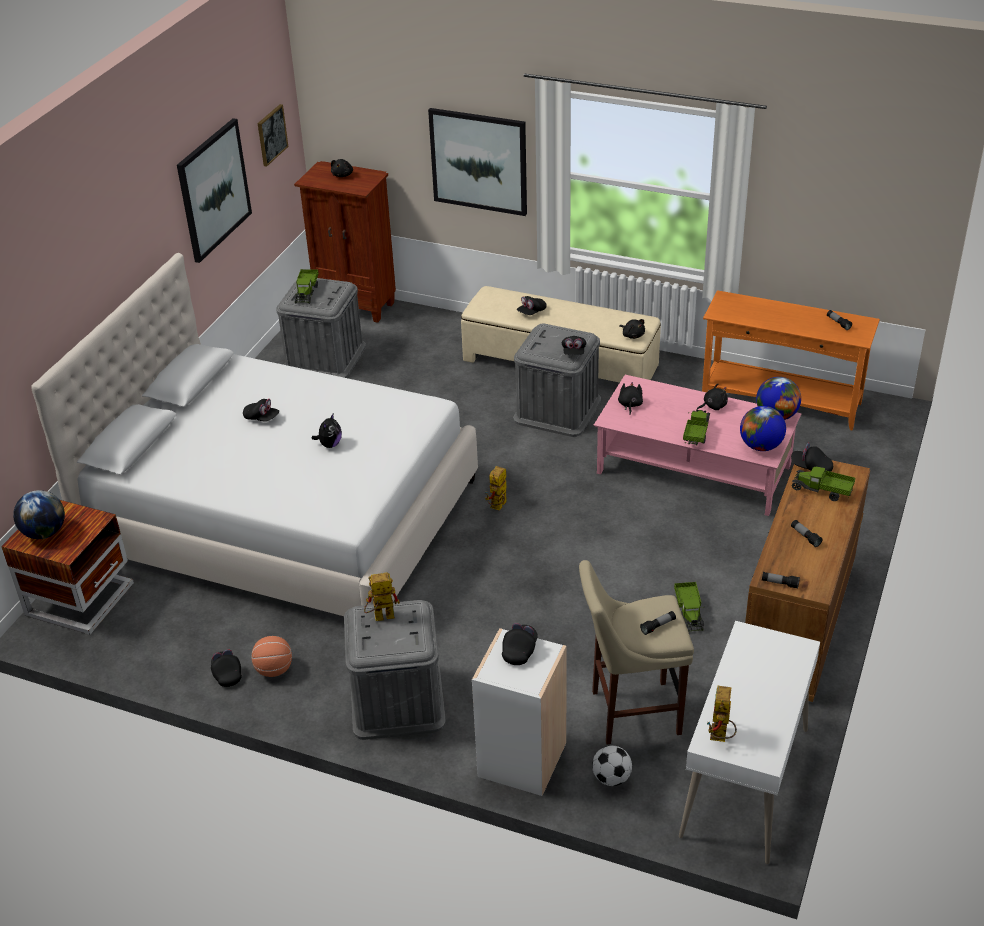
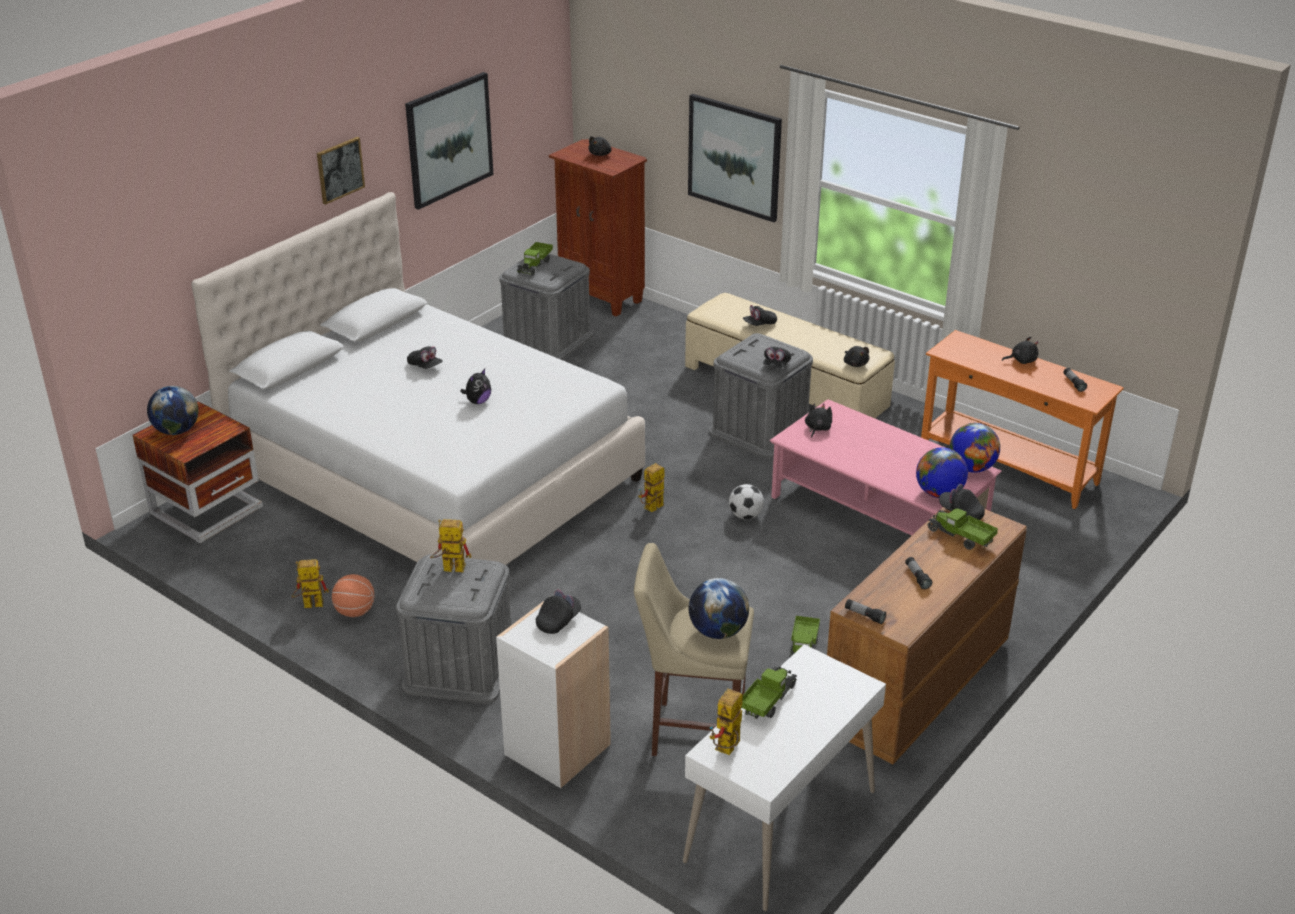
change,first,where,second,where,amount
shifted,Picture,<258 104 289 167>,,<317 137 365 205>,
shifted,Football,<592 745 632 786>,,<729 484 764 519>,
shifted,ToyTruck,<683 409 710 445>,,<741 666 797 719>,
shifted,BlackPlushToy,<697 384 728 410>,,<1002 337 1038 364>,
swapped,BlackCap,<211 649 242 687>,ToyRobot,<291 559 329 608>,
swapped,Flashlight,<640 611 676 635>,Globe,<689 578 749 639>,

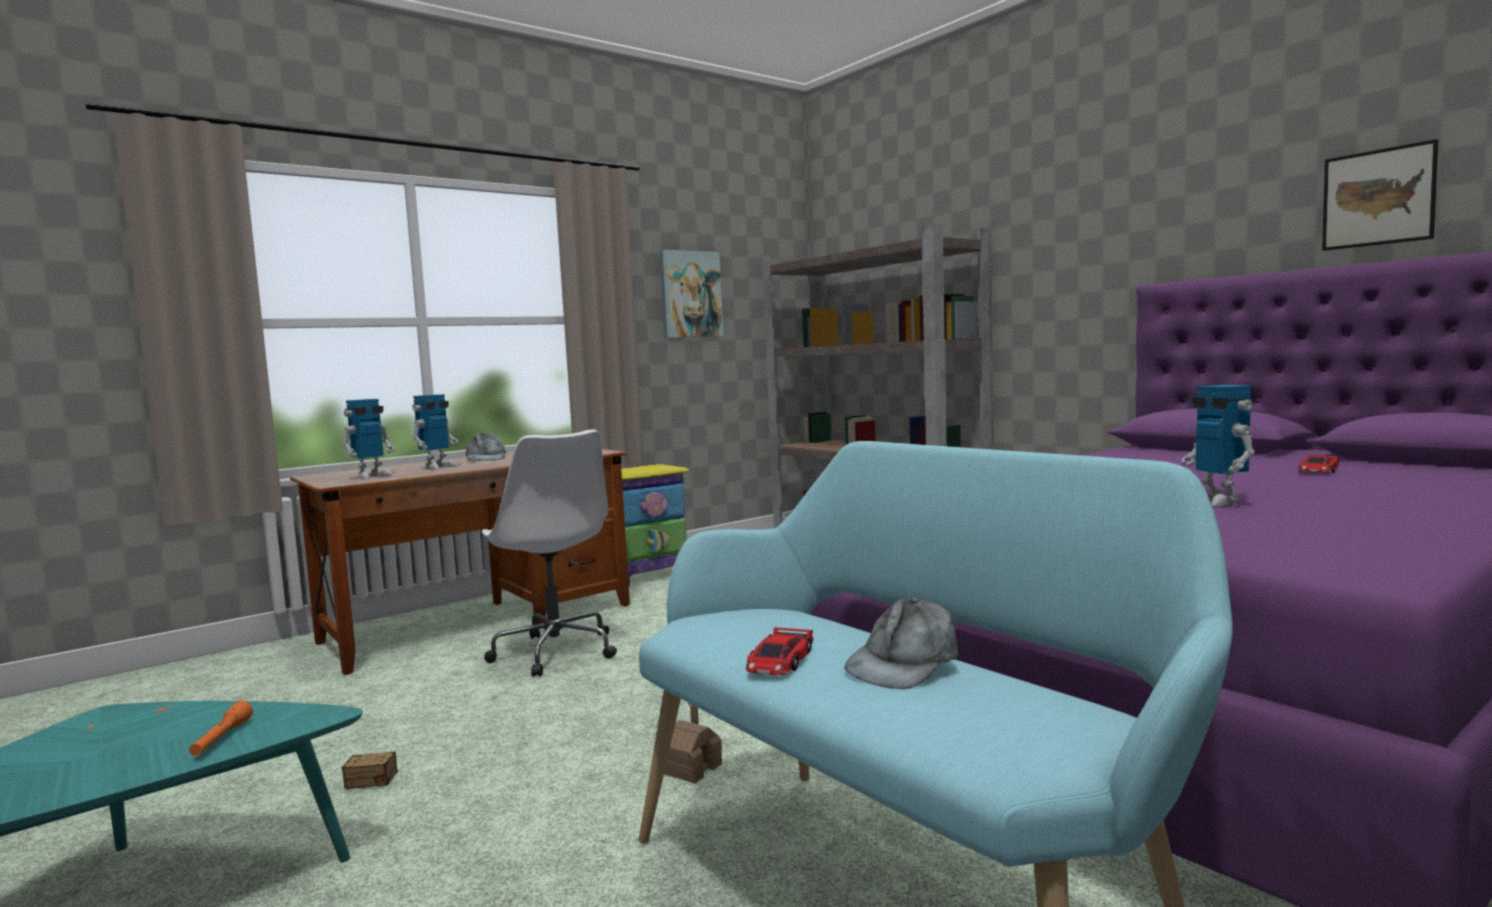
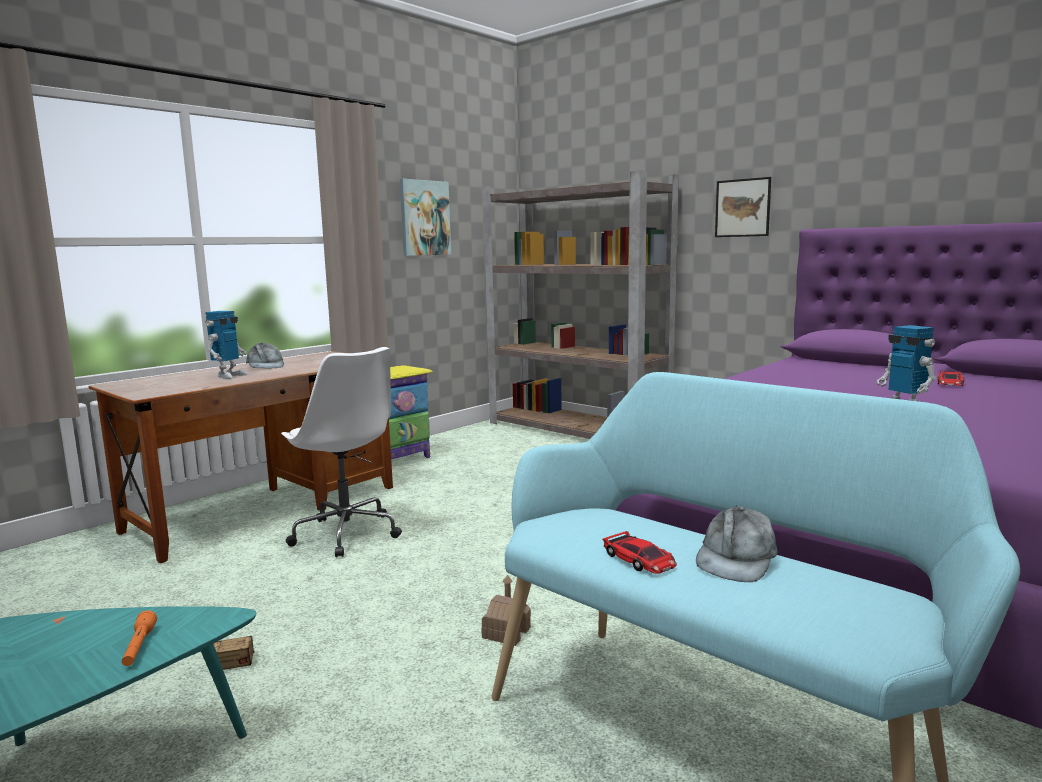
change,first,where,second,where,amount
gone,ToyRobot,<342 399 395 480>,,,
shifted,Picture,<1322 139 1438 251>,,<715 177 771 237>,
rotated,ToyCar,<746 627 814 675>,,<602 531 677 574>,45 degrees counterclockwise

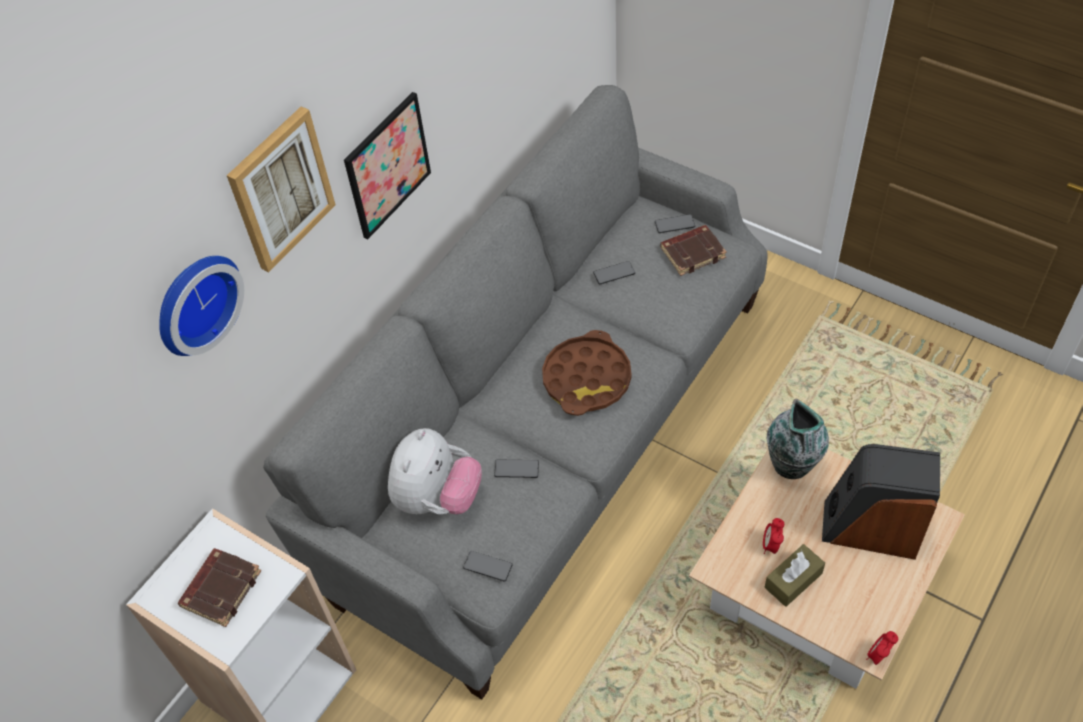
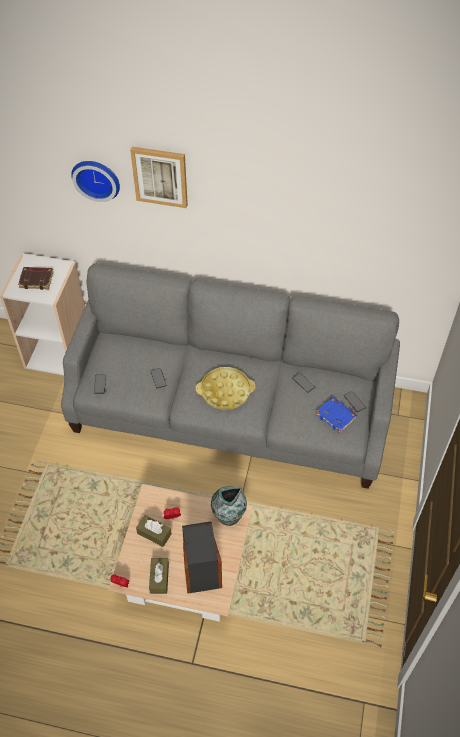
change,first,where,second,where,amount
gone,Picture,<344 92 431 239>,,,
gone,PlushToy,<388 428 482 514>,,,
new,,,BrownTissueBox,<149 558 169 594>,
repainted,BrownTray,<542 330 632 416>,YellowTray,<196 367 255 410>,
repainted,BrownBook,<660 225 727 276>,BlueBook,<316 397 357 433>,

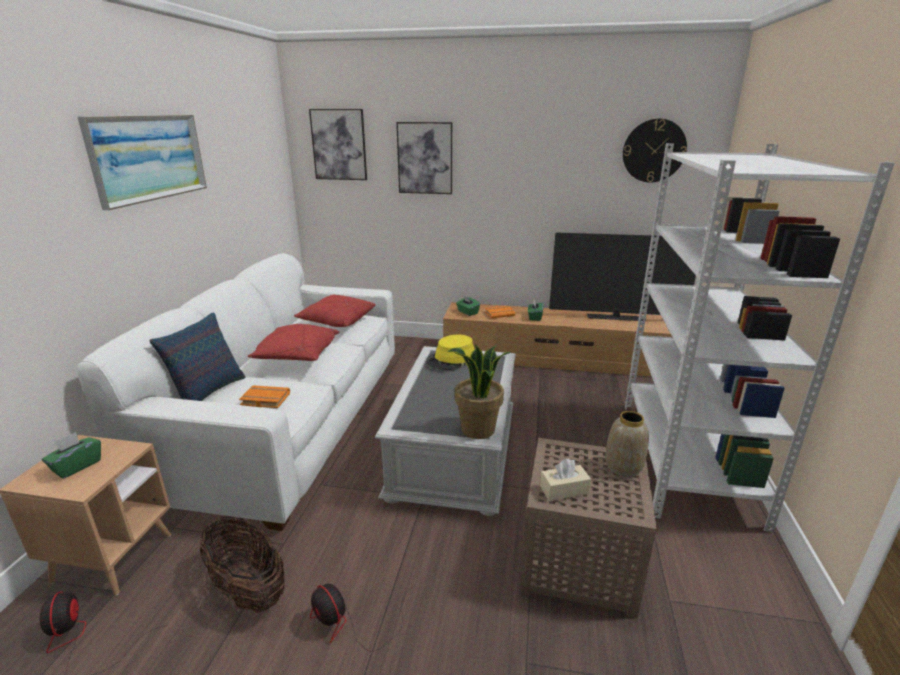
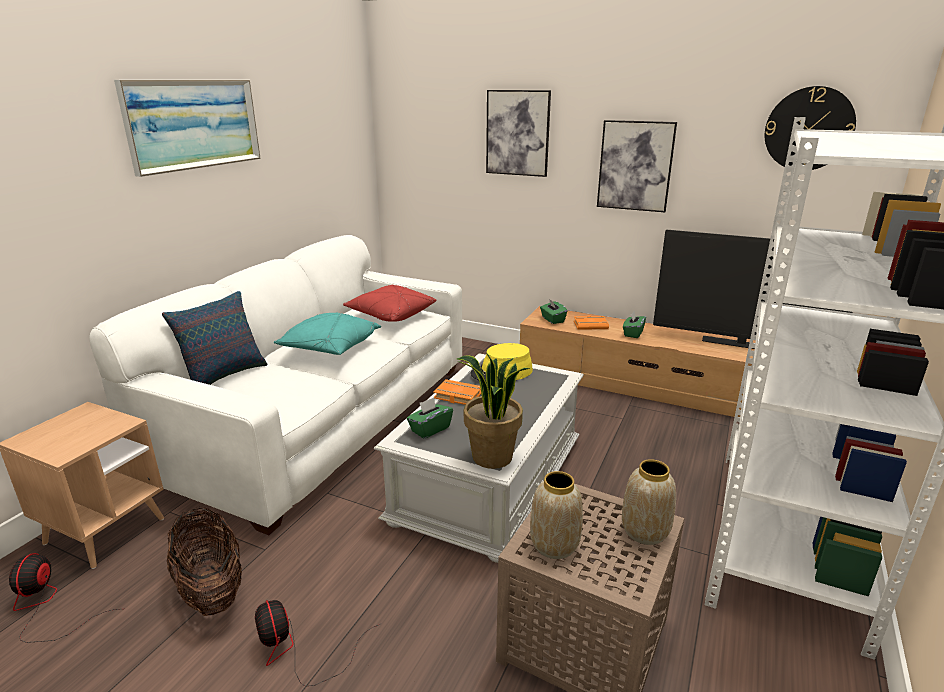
change,first,where,second,where,amount
shifted,GreenTissueBox,<42 432 101 479>,,<407 397 453 439>,
shifted,OrangeBook,<239 385 290 408>,,<433 379 481 405>,
shifted,Picture,<309 109 367 180>,,<597 120 677 212>,
swapped,BeigeTissueBox,<540 458 591 501>,Vase,<530 471 583 559>,
repainted,RedPillow,<248 324 340 361>,TurquoisePillow,<274 313 381 355>,

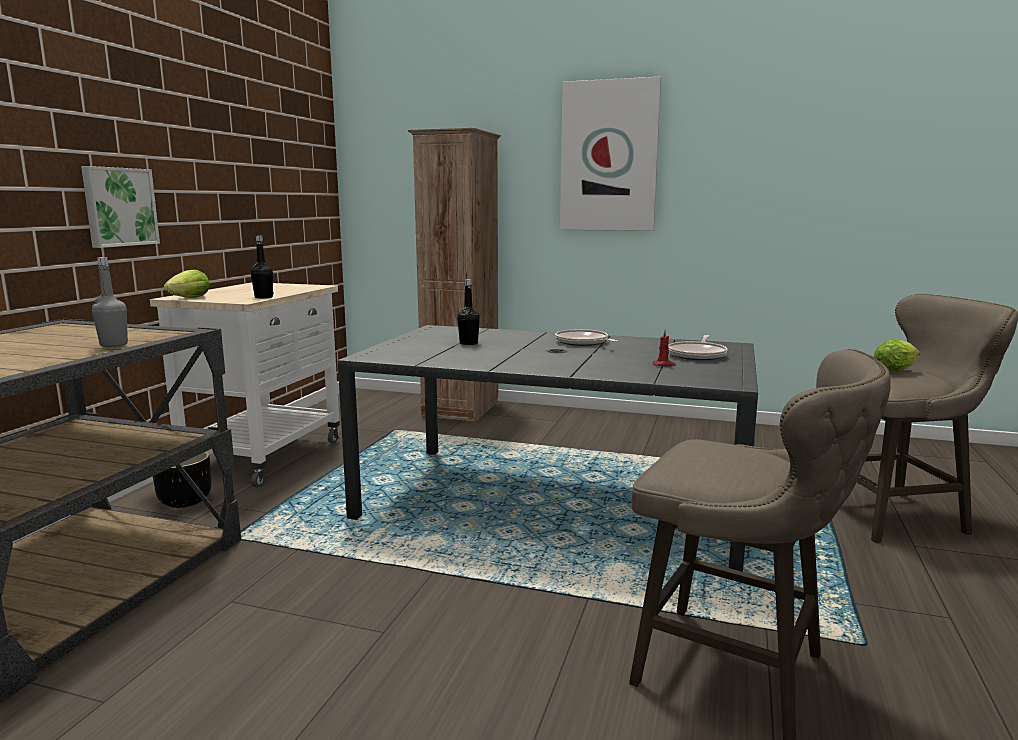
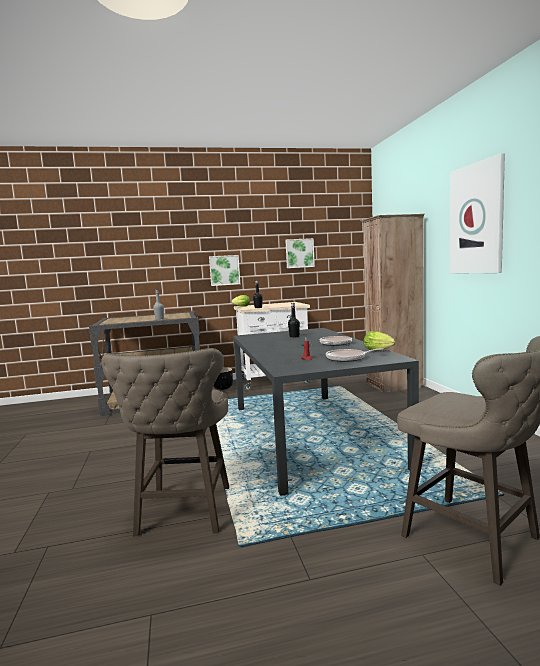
change,first,where,second,where,amount
new,,,Picture,<285 238 315 268>,
shifted,Lettuce,<874 340 920 371>,,<364 331 396 351>,

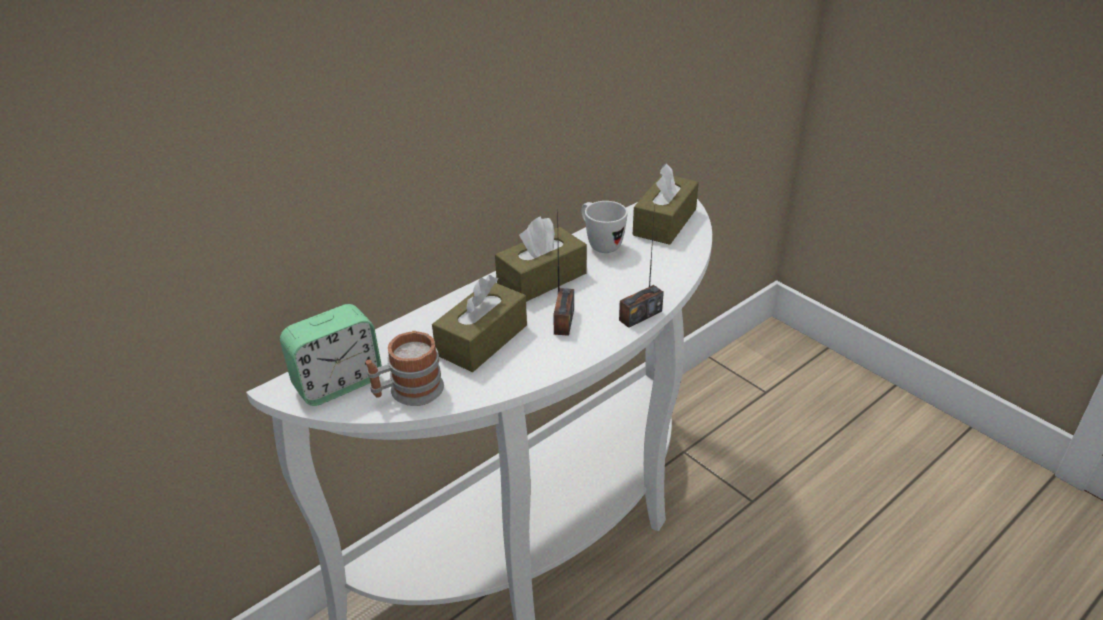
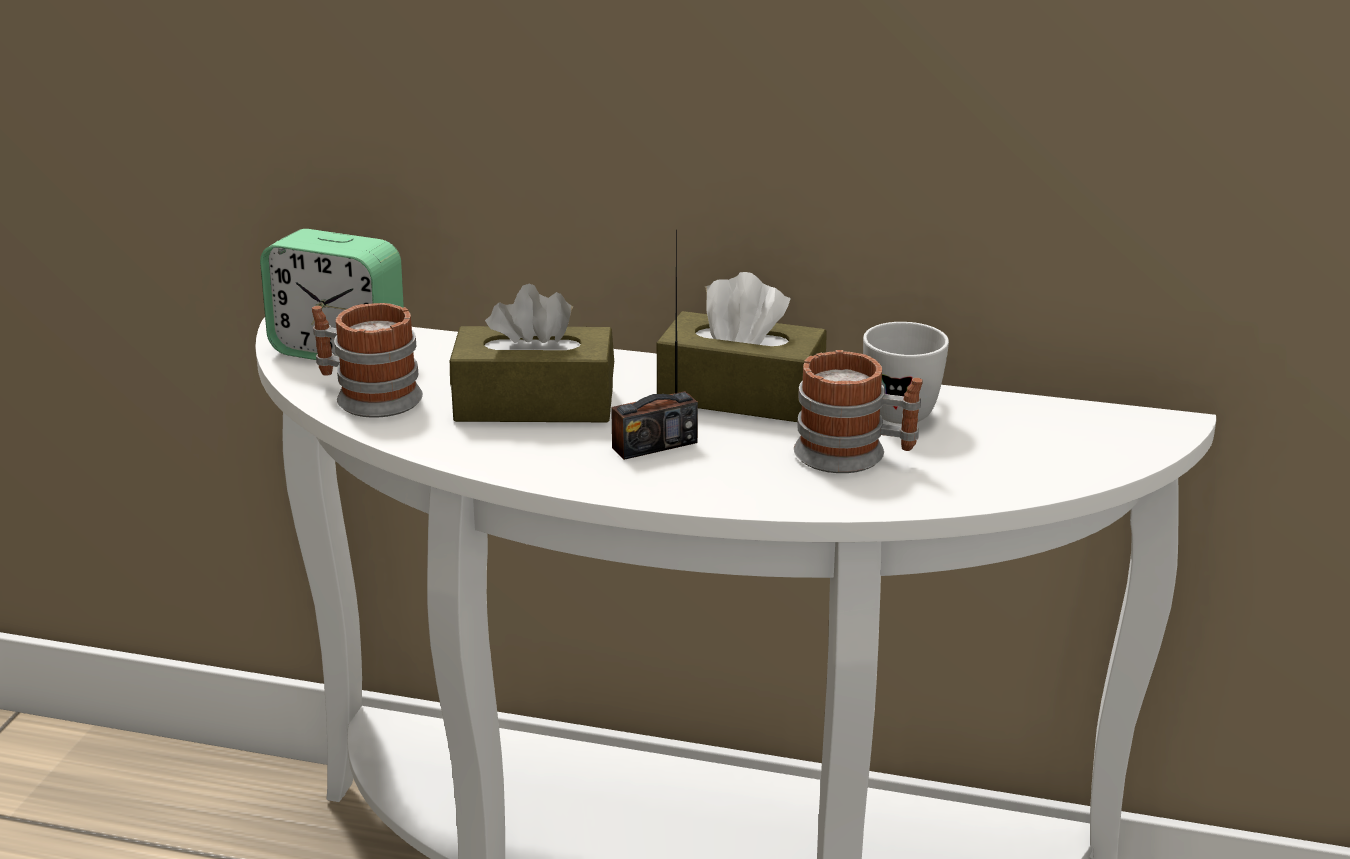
change,first,where,second,where,amount
gone,Radio,<619 205 664 328>,,,
gone,BrownTissueBox,<633 163 699 245>,,,
new,,,Mug,<794 350 923 473>,

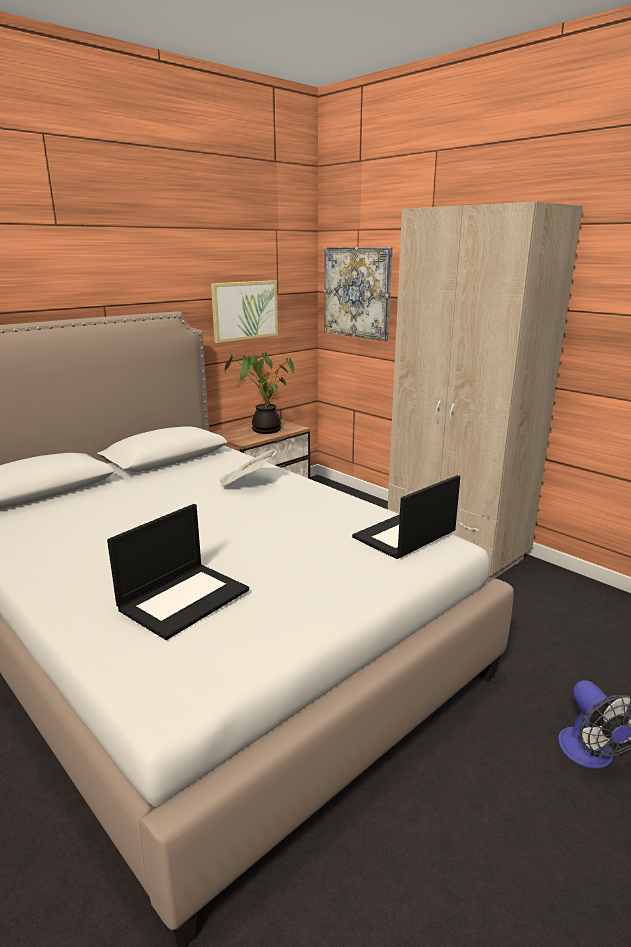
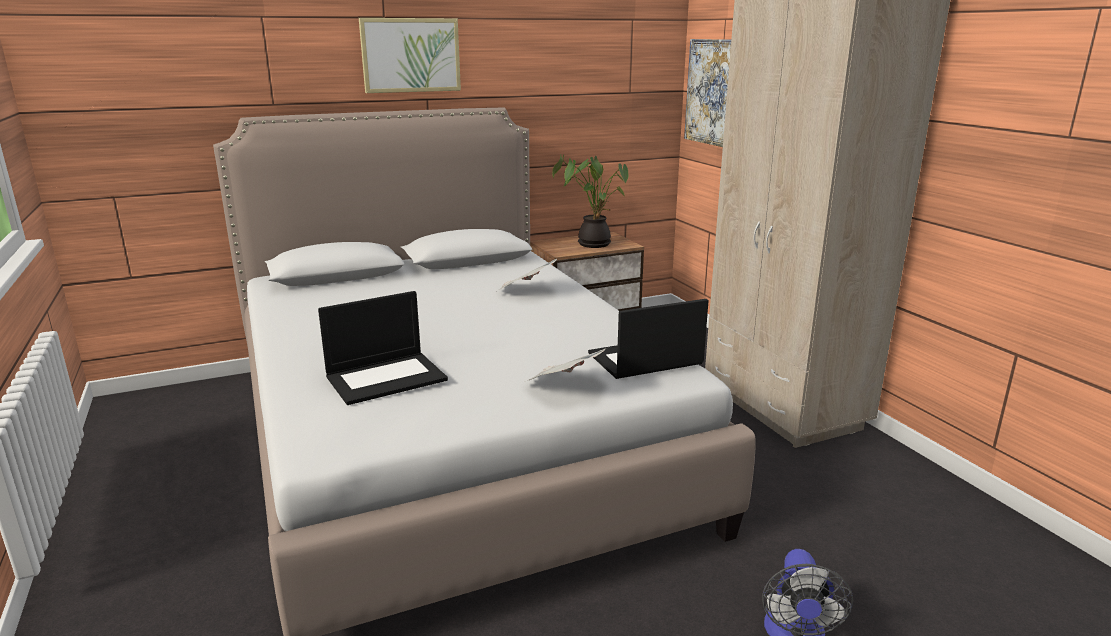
change,first,where,second,where,amount
new,,,Newspaper,<527 347 609 381>,
shifted,Picture,<211 280 278 343>,,<359 18 461 93>,

